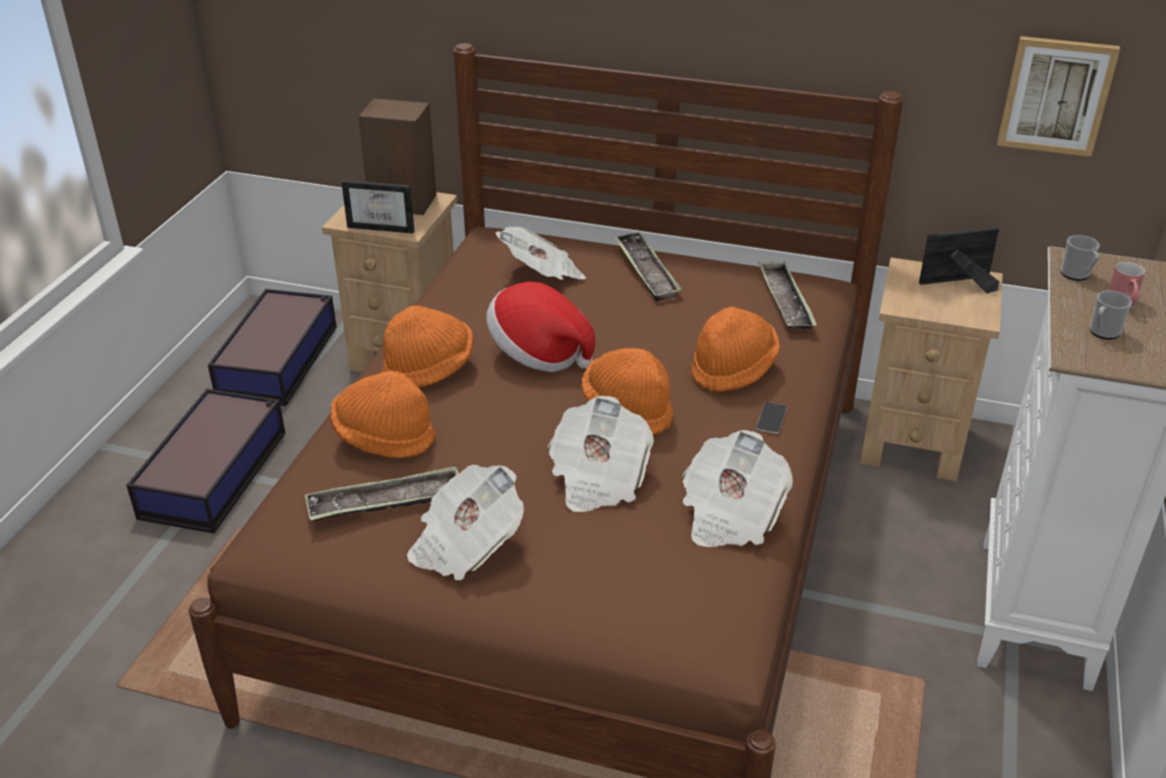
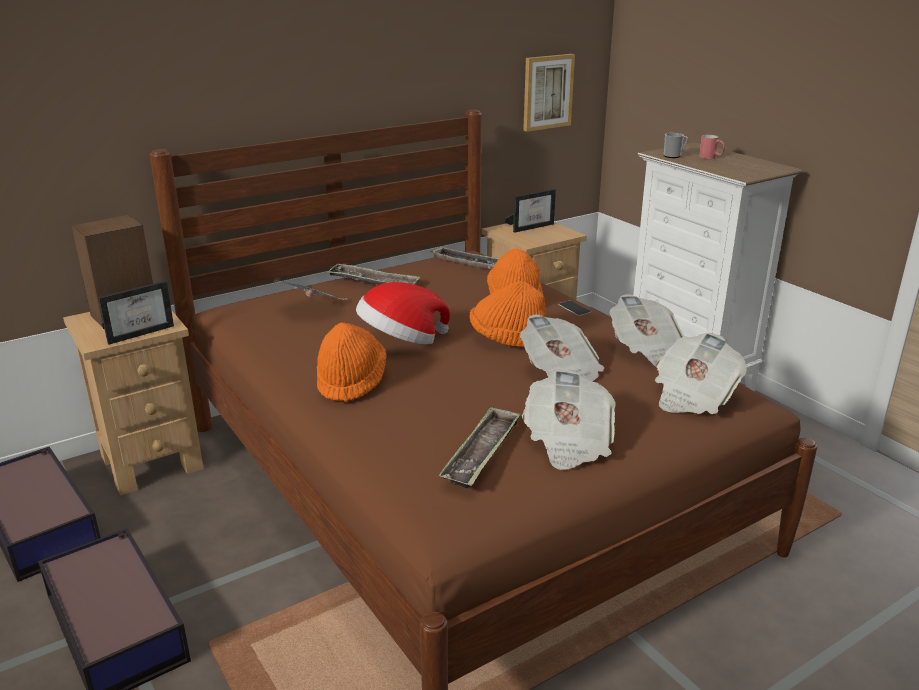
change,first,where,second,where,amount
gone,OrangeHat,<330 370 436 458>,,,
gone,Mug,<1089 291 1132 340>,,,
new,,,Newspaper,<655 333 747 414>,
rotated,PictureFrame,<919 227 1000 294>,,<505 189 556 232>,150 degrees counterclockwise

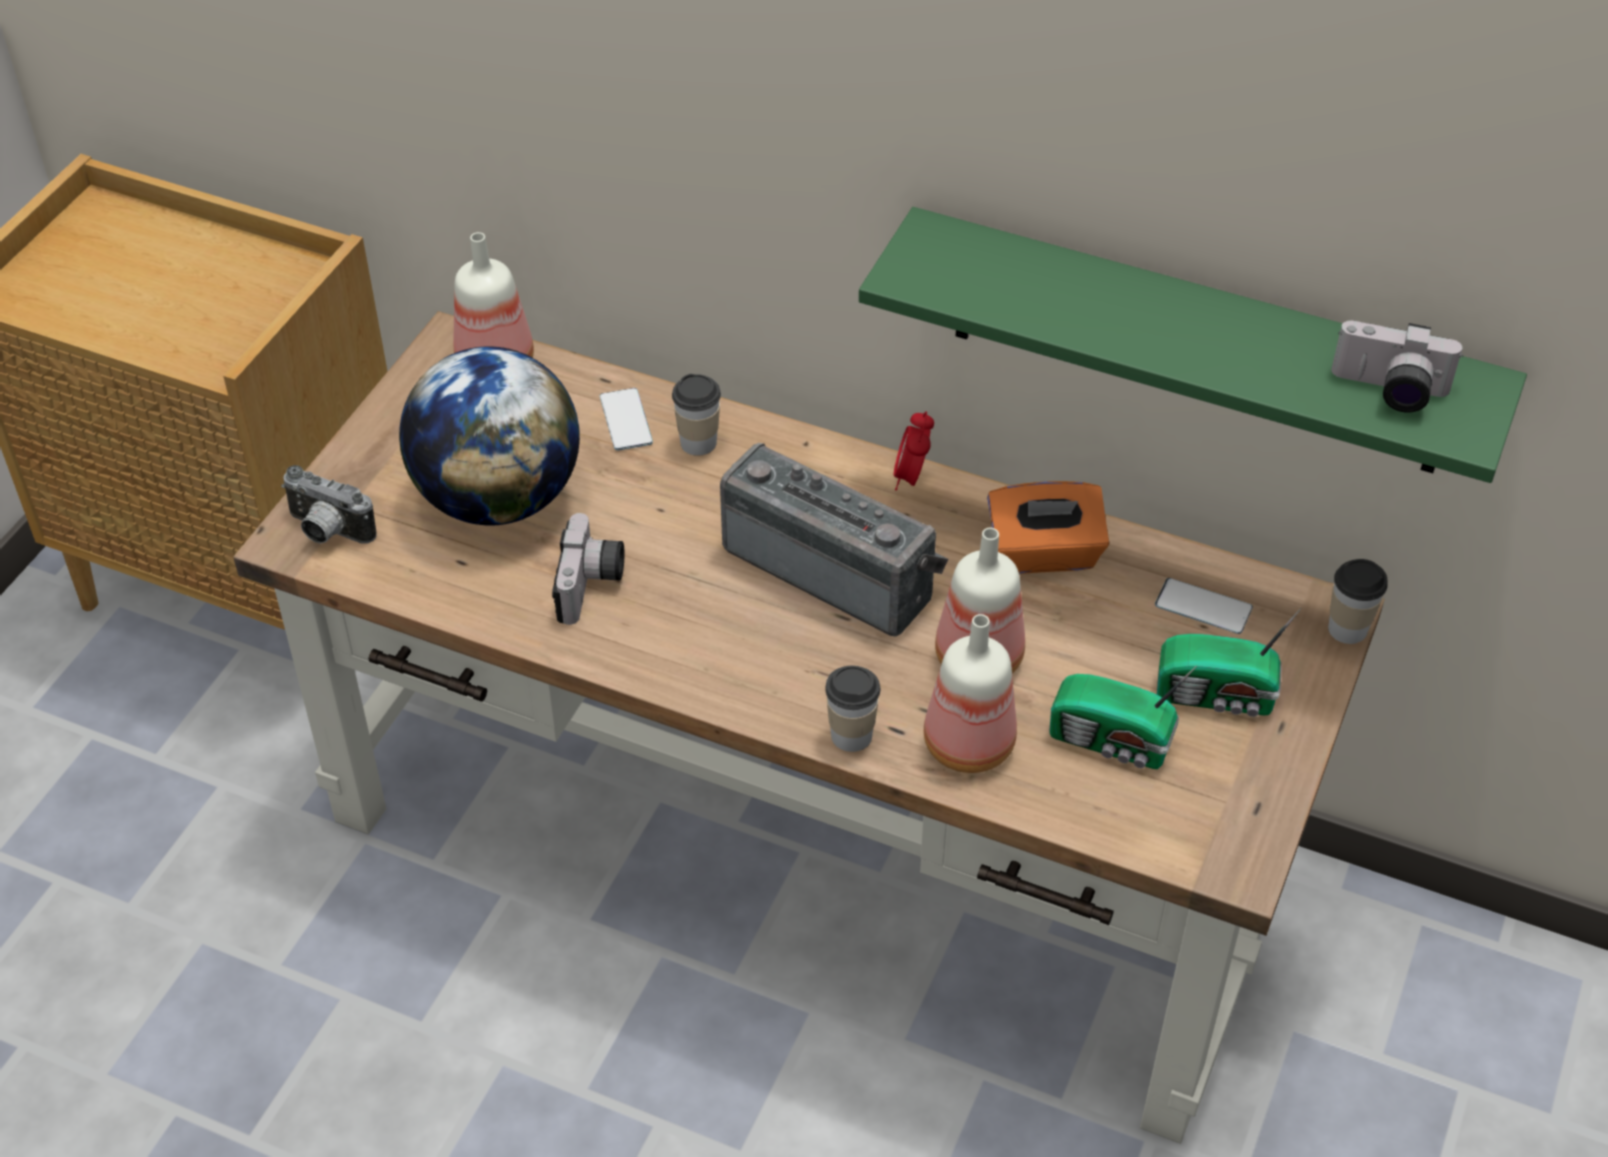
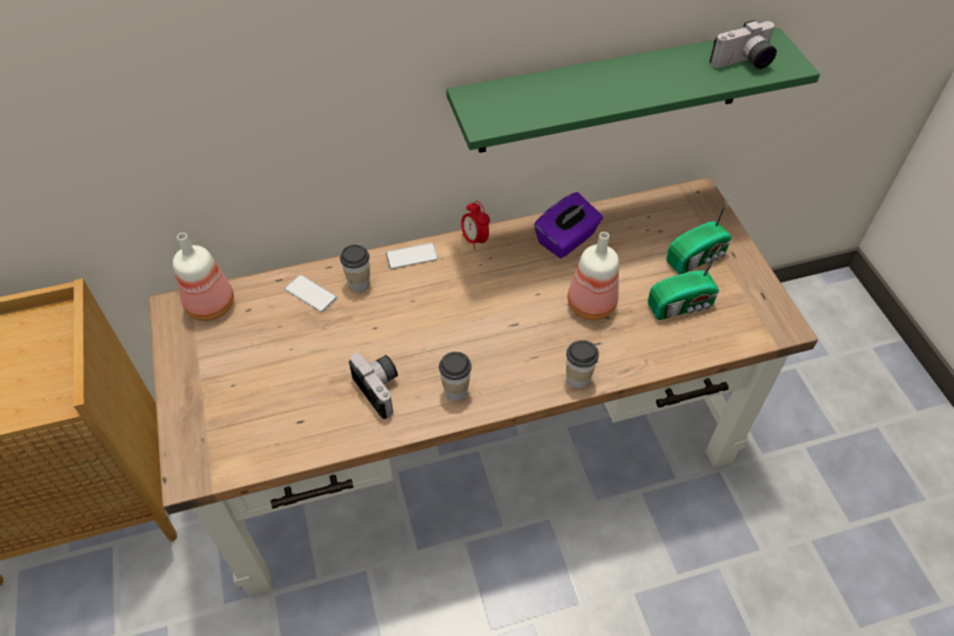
change,first,where,second,where,amount
gone,PhotoCamera,<281 465 377 544>,,,
gone,Globe,<399 346 580 525>,,,
gone,Radio,<720 443 948 636>,,,
gone,Bottle,<924 614 1017 773>,,,
shifted,Phone,<1155 578 1253 634>,,<386 243 438 269>,
shifted,Cup,<1328 559 1388 644>,,<439 351 472 401>,
repainted,OrangeTissueBox,<987 481 1109 574>,PurpleTissueBox,<534 192 603 258>,

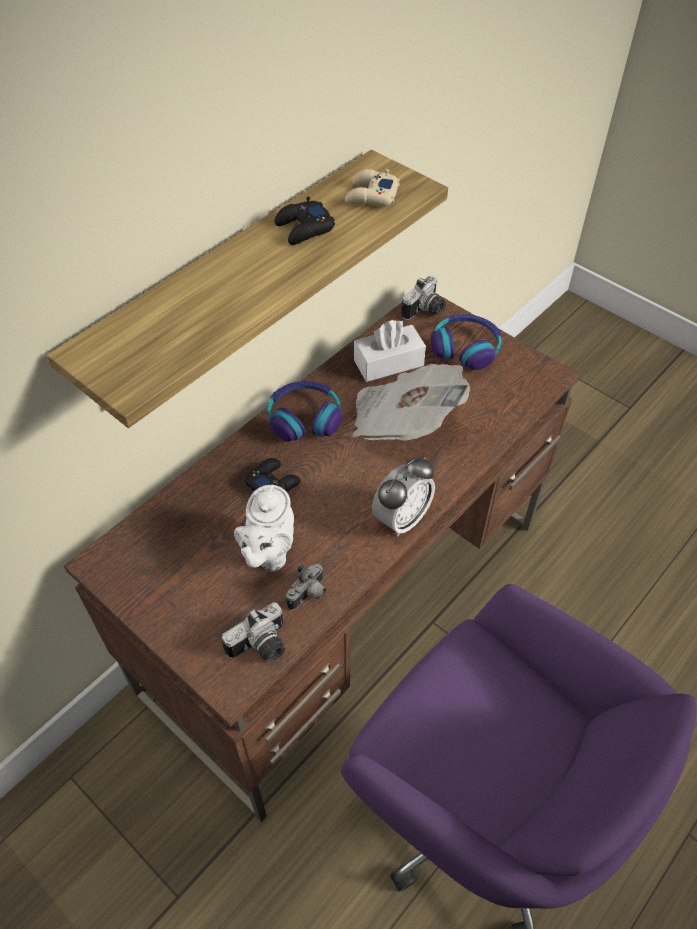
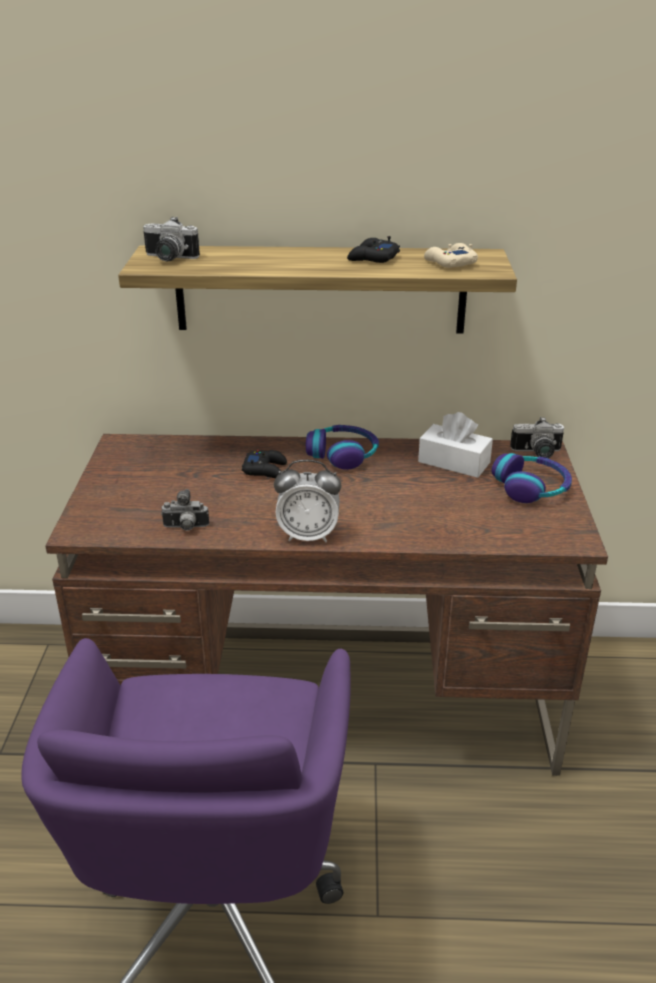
change,first,where,second,where,amount
gone,WhiteTeapot,<234 485 294 571>,,,
gone,Newspaper,<353 364 470 441>,,,
shifted,PhotoCamera,<222 602 285 662>,,<143 216 200 261>,

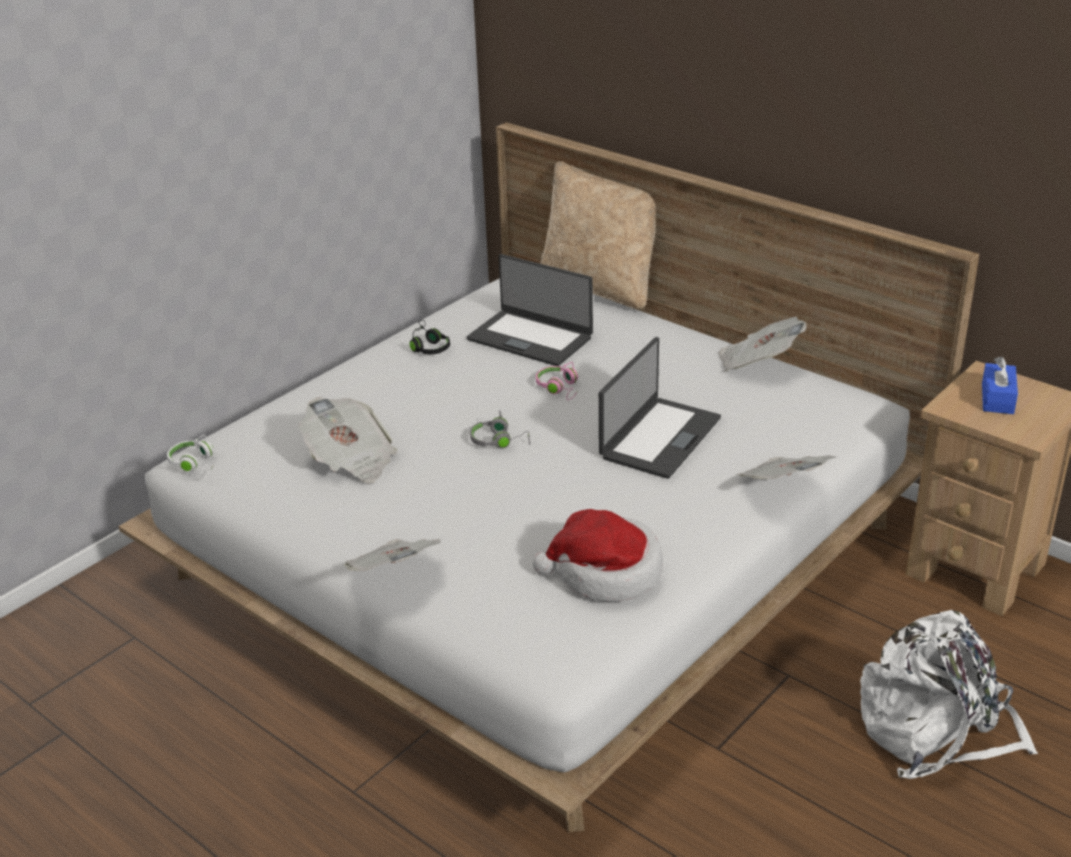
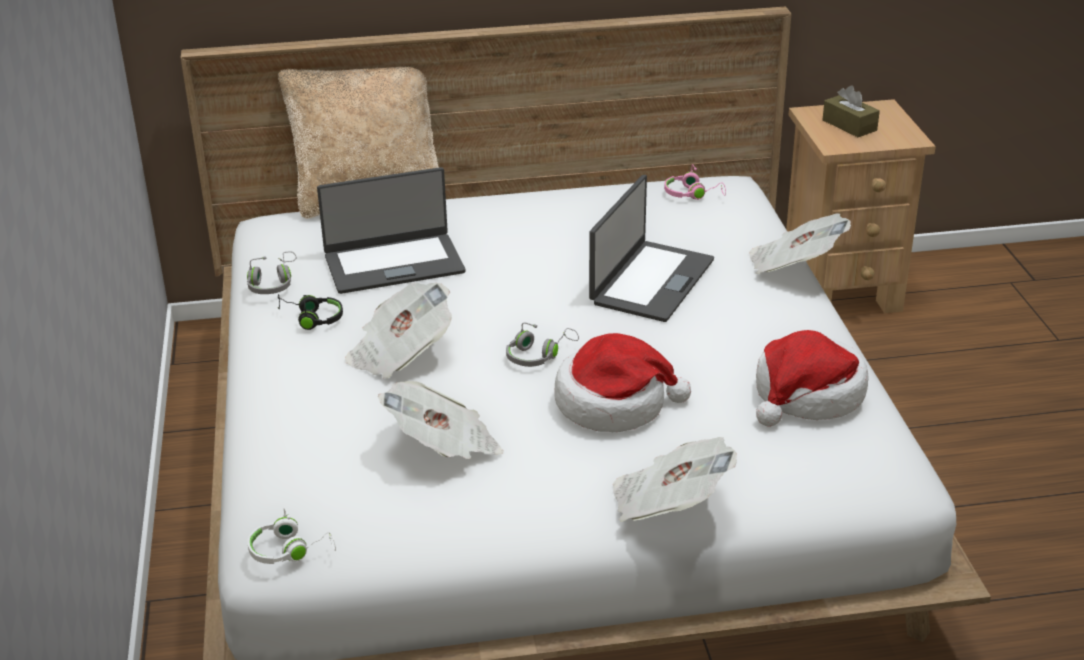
change,first,where,second,where,amount
gone,WhiteBackpack,<860 610 1038 779>,,,
new,,,GreyHeadphones,<247 251 297 294>,
new,,,Hat,<554 333 691 432>,
shifted,PinkHeadphones,<536 362 578 400>,,<664 164 726 200>,
shifted,Newspaper,<719 317 806 371>,,<345 282 452 379>,
repainted,BlueTissueBox,<982 357 1018 414>,BrownTissueBox,<823 85 880 137>,
rotated,Laptop,<599 337 721 479>,,<589 175 714 322>,45 degrees clockwise

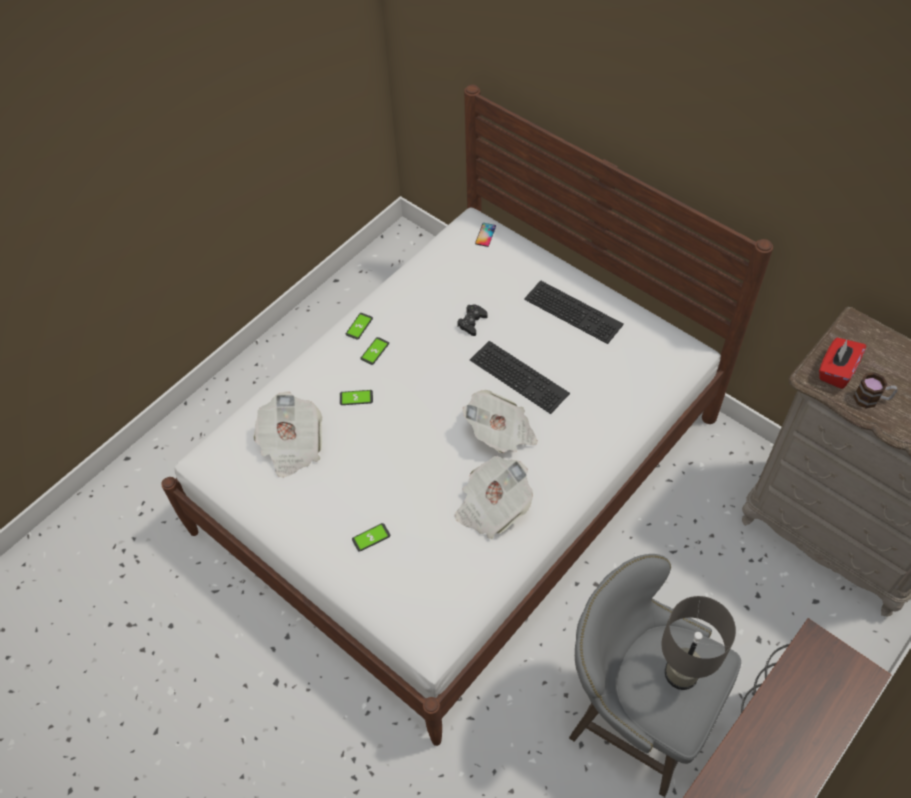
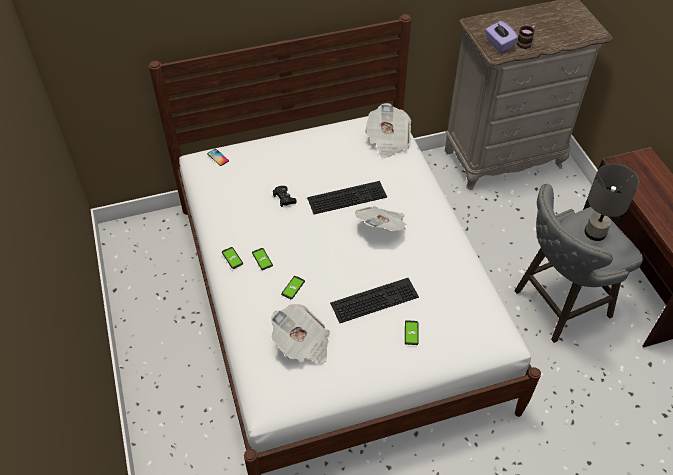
change,first,where,second,where,amount
shifted,Newspaper,<455 456 533 539>,,<365 103 411 158>,
shifted,Keyboard,<524 280 624 344>,,<330 278 419 323>,
repainted,RedTissueBox,<819 337 866 389>,PurpleTissueBox,<486 21 518 52>,

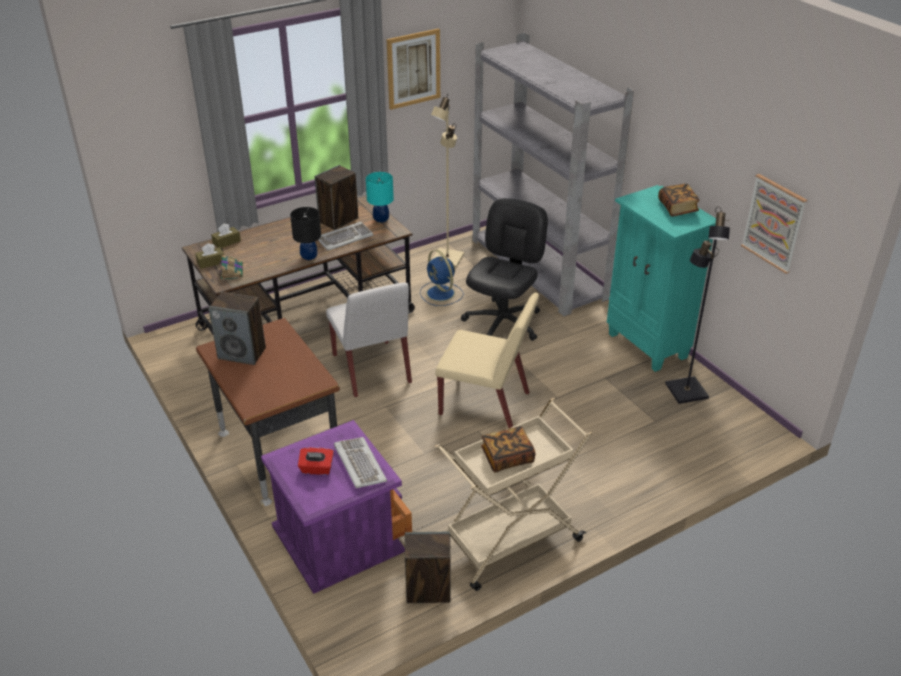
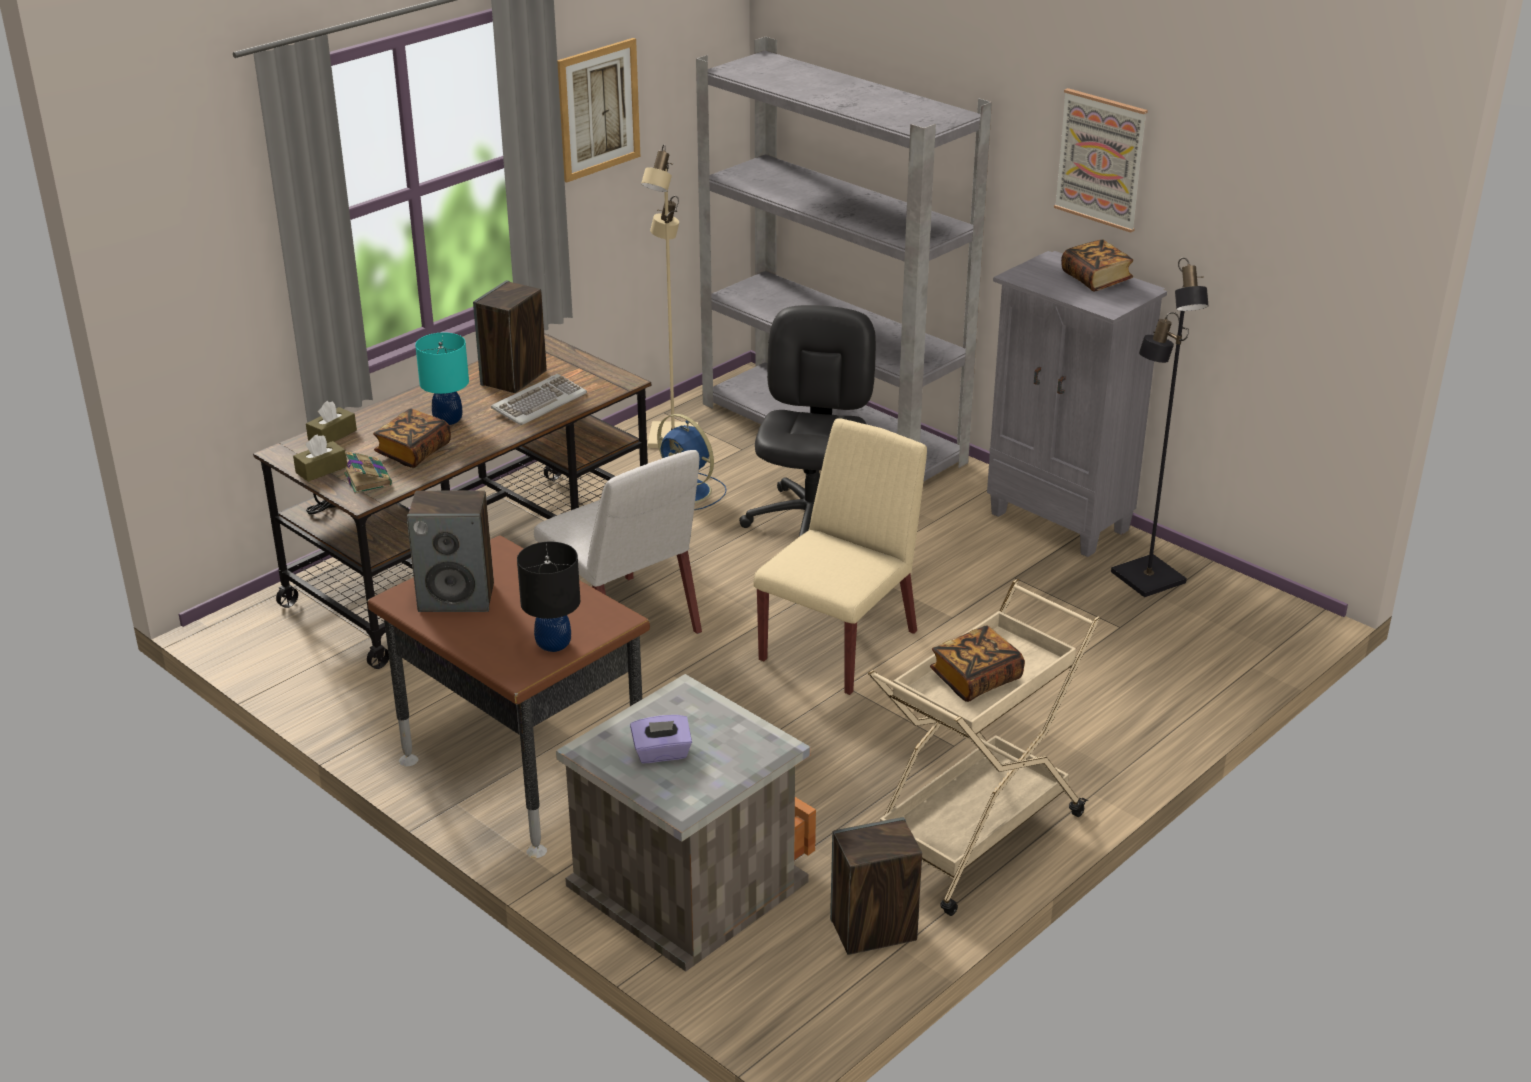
change,first,where,second,where,amount
gone,Keyboard,<334 437 387 488>,,,
new,,,Book,<373 409 451 468>,
shifted,BlackTableLamp,<290 207 321 260>,,<517 542 580 652>,
shifted,TurquoiseTableLamp,<366 172 394 223>,,<415 333 469 425>,
shifted,Picture,<741 174 807 274>,,<1054 88 1148 233>,
repainted,PurpleNightstand,<261 420 412 594>,GreyNightstand,<556 674 816 972>,
repainted,RedTissueBox,<298 447 334 475>,PurpleTissueBox,<630 715 692 763>,
repainted,TurquoiseCabinet,<607 185 716 372>,GreyCabinet,<987 251 1167 557>,
rotated,BeigeChair,<435 293 539 428>,,<753 418 927 695>,60 degrees counterclockwise

